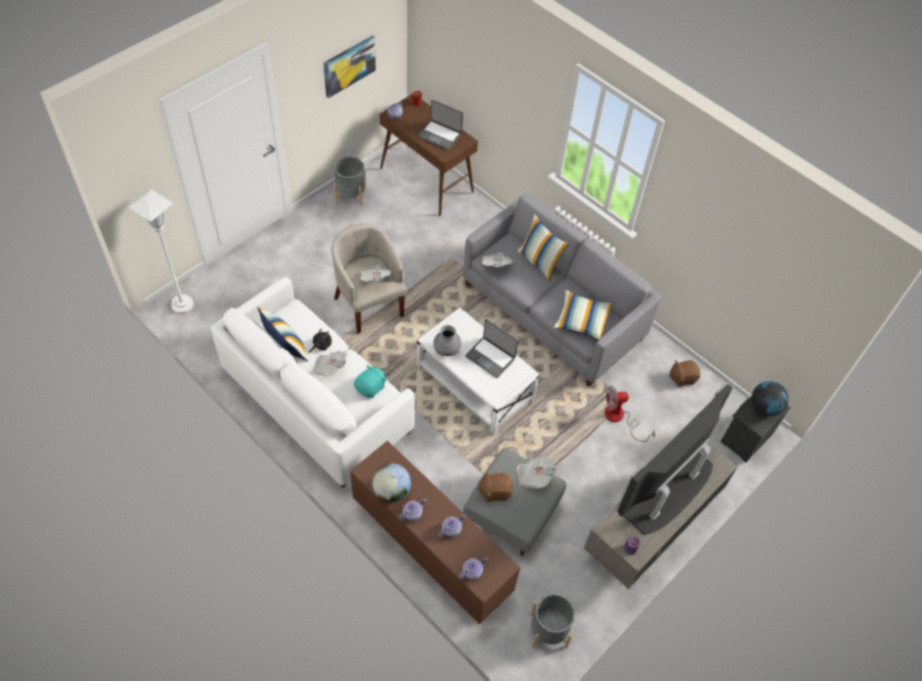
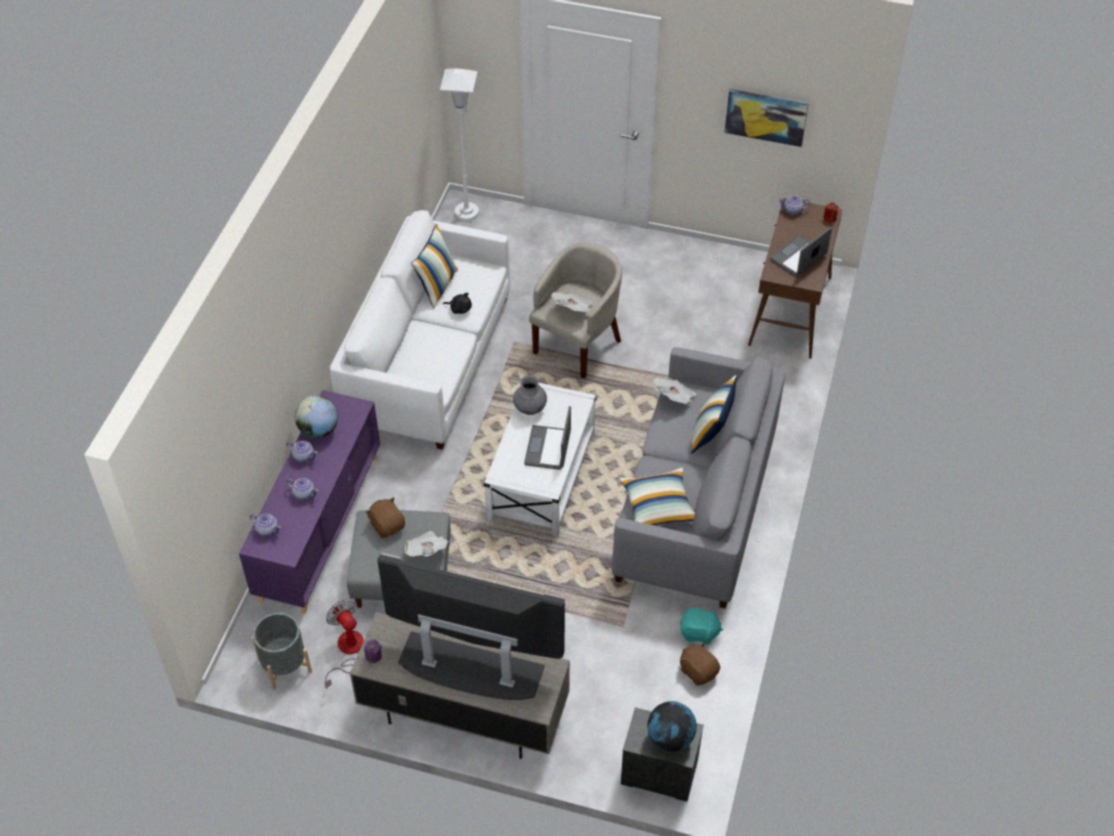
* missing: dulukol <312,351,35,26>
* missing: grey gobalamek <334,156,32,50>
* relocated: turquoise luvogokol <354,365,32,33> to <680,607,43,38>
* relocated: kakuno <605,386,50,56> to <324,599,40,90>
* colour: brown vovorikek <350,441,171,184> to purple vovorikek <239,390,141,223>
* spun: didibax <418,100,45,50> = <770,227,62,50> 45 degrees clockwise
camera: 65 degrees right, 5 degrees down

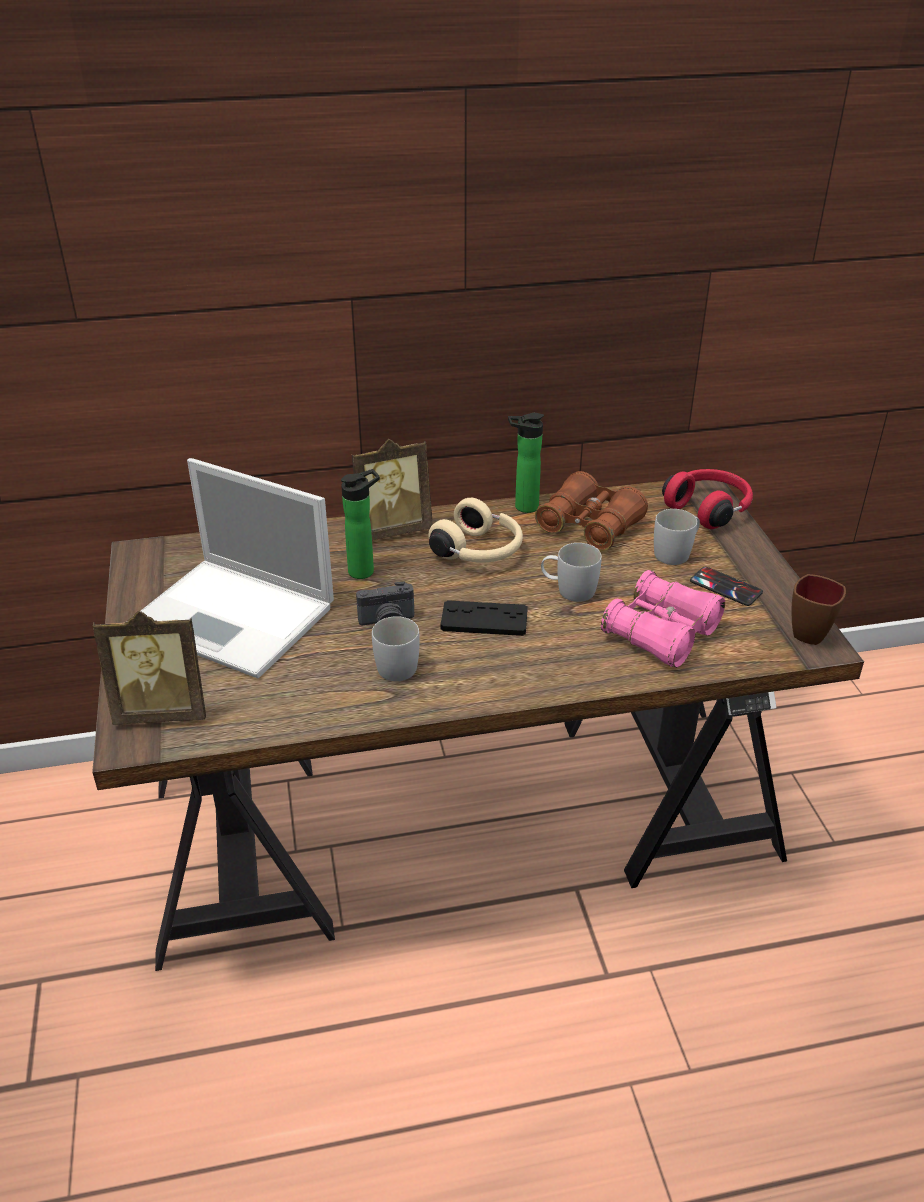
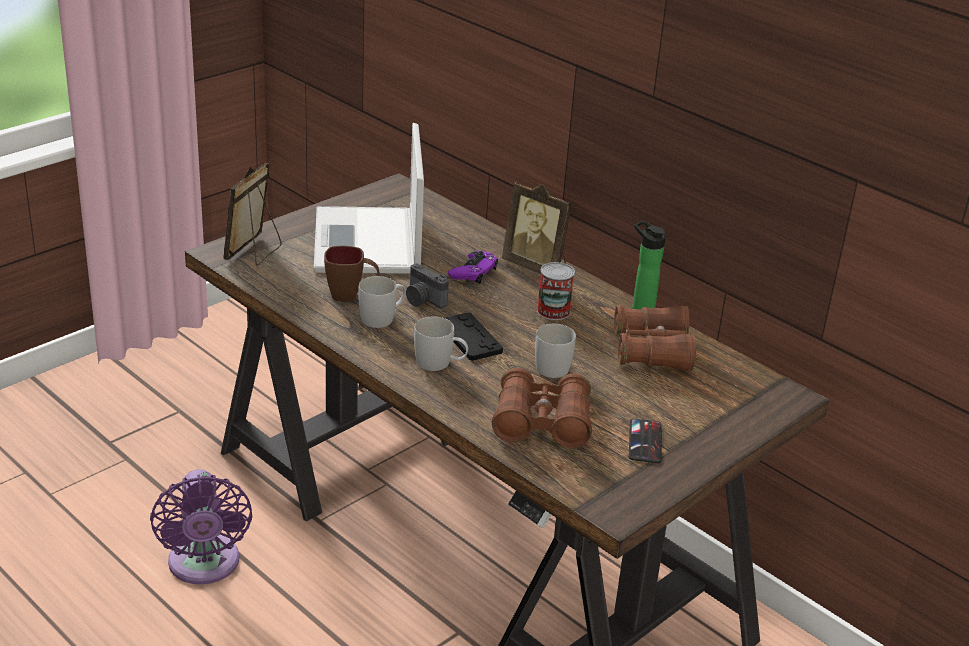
* missing: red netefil <662,469,91,60>
* appeared: purple kakuno <150,469,102,115>
* relocated: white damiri <654,509,46,56> to <414,316,54,55>
* relocated: brown damiri <792,574,54,71> to <324,246,55,56>
* exchanged: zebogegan <341,469,39,110> to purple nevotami <448,251,50,33>
* exchanged: beige netefil <428,498,95,64> to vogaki <537,262,38,58>
* colour: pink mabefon <601,570,124,98> to brown mabefon <492,368,100,80>
* spun: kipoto <93,611,113,114> = <223,163,59,103> 60 degrees clockwise
camera: 55 degrees right, 5 degrees down

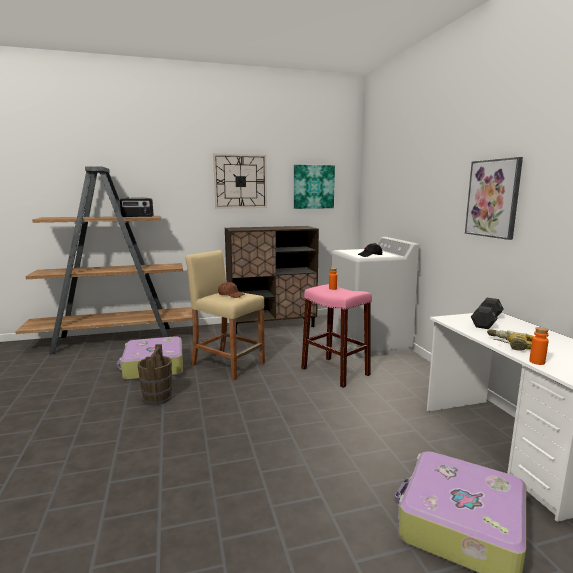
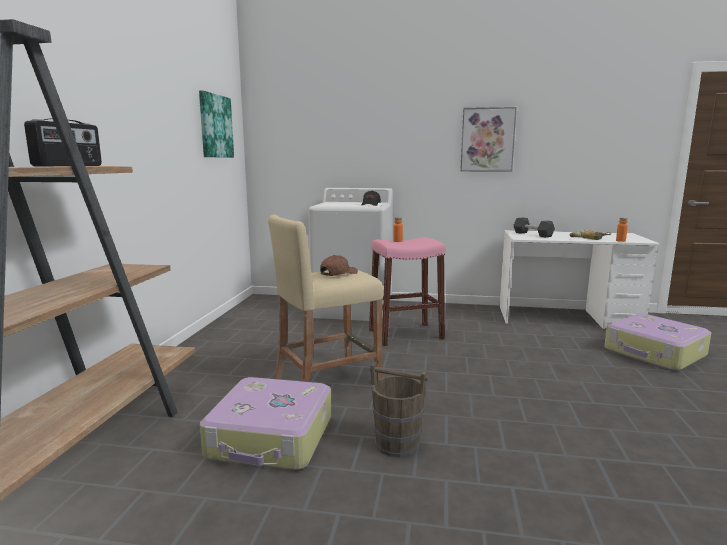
* missing: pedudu <213,154,54,55>
* missing: brown vovorikek <225,226,94,108>
camera: 65 degrees left, 0 degrees up

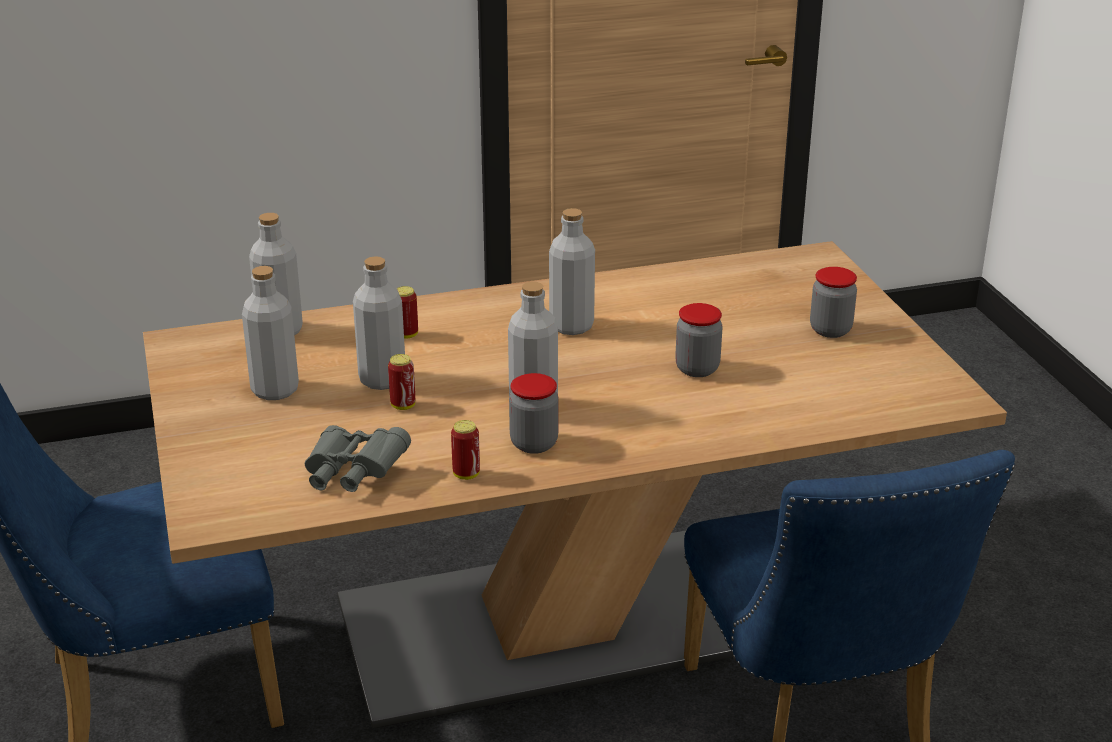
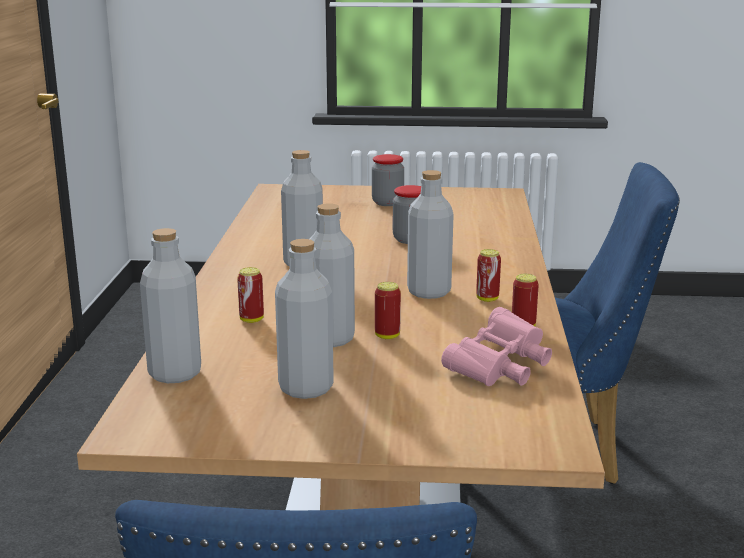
* exchanged: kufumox <509,373,50,81> to vogaki <476,249,25,53>
* colour: grey mabefon <304,425,107,67> to pink mabefon <441,307,111,79>
camera: 70 degrees left, 10 degrees down

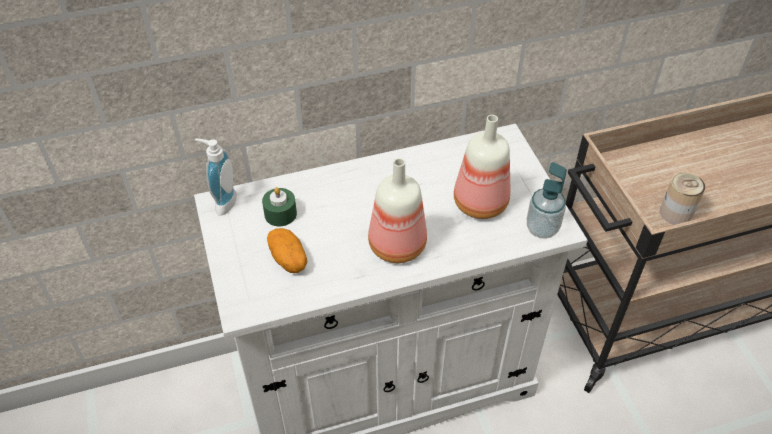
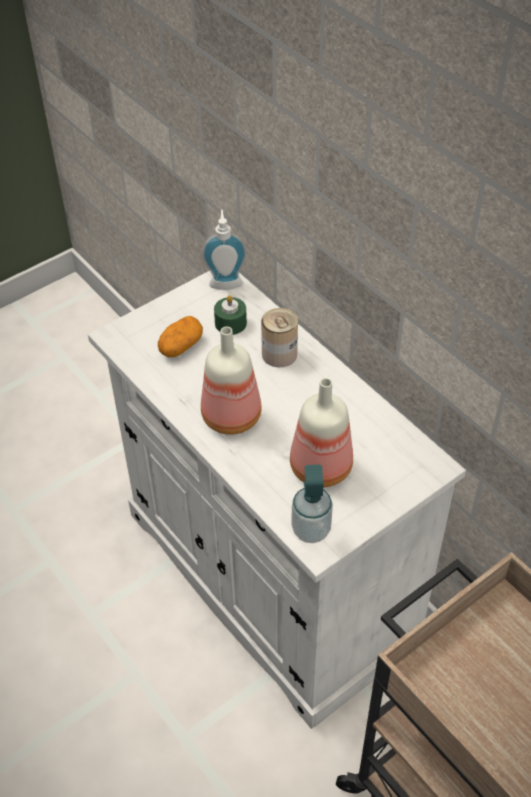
* relocated: vogaki <660,172,45,53> to <261,308,37,59>
camera: 70 degrees right, 0 degrees up

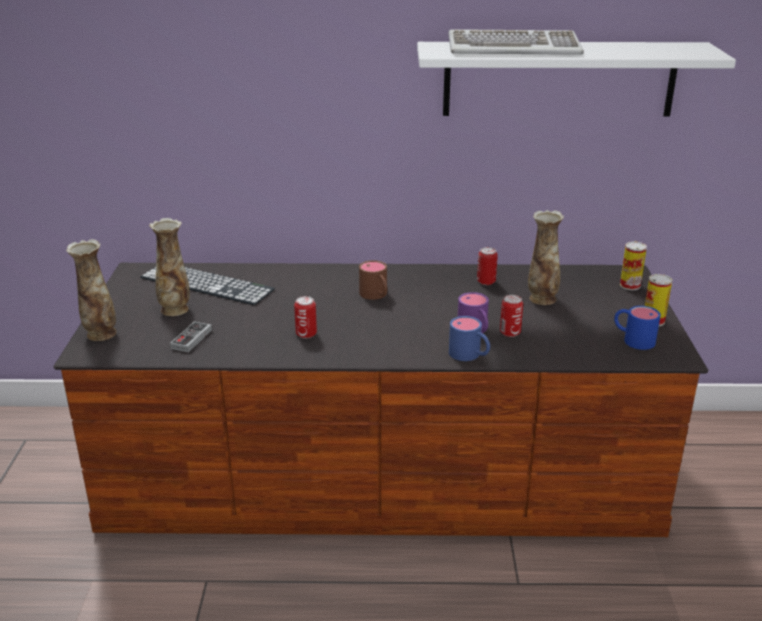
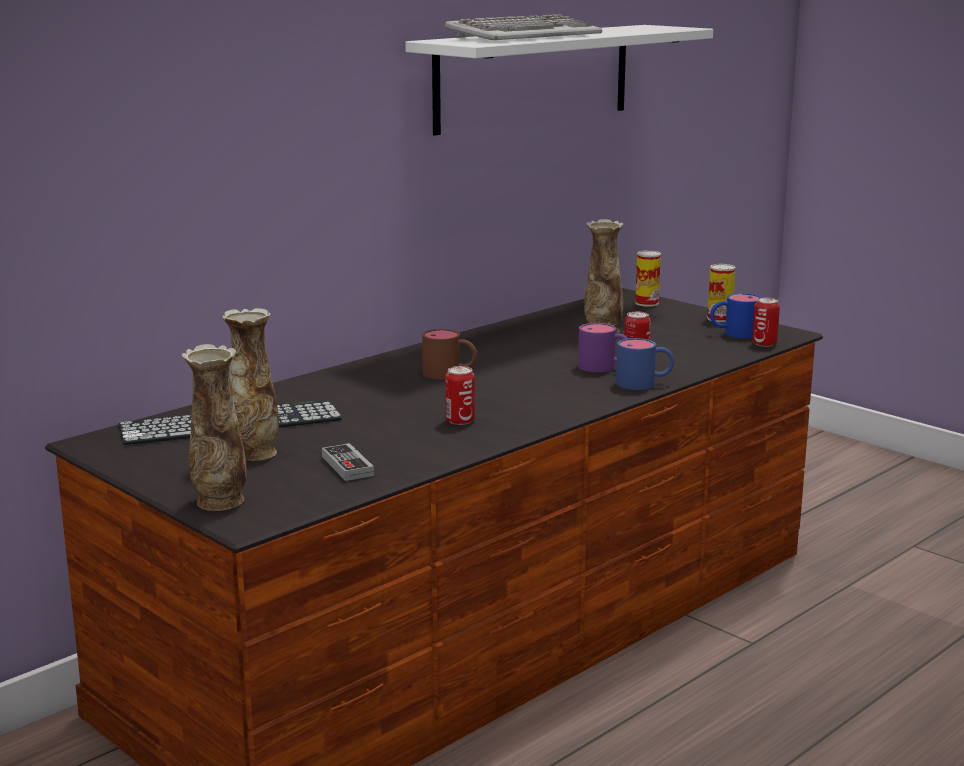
* relocated: vogaki <477,247,21,38> to <752,298,28,49>
camera: 45 degrees left, 10 degrees down

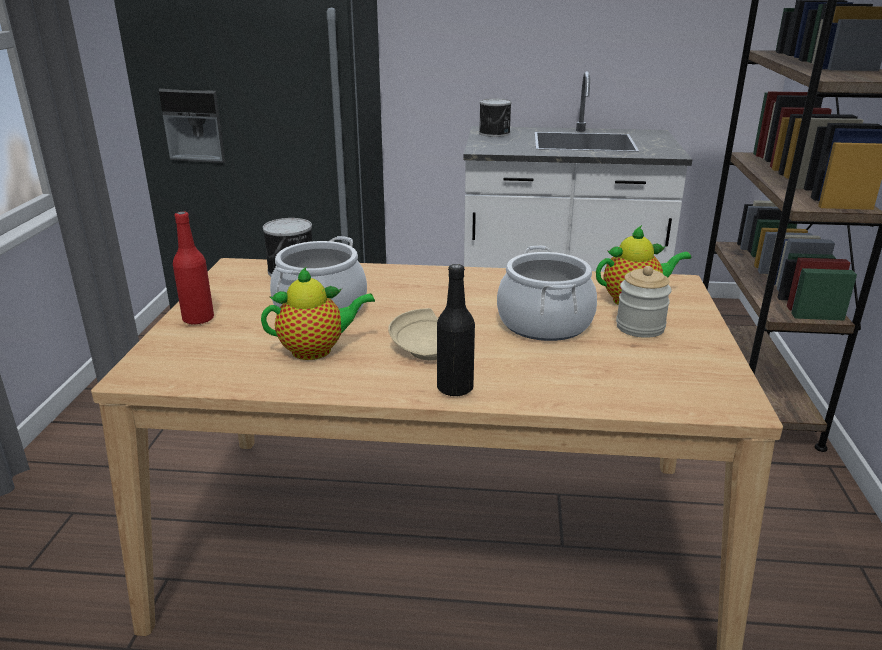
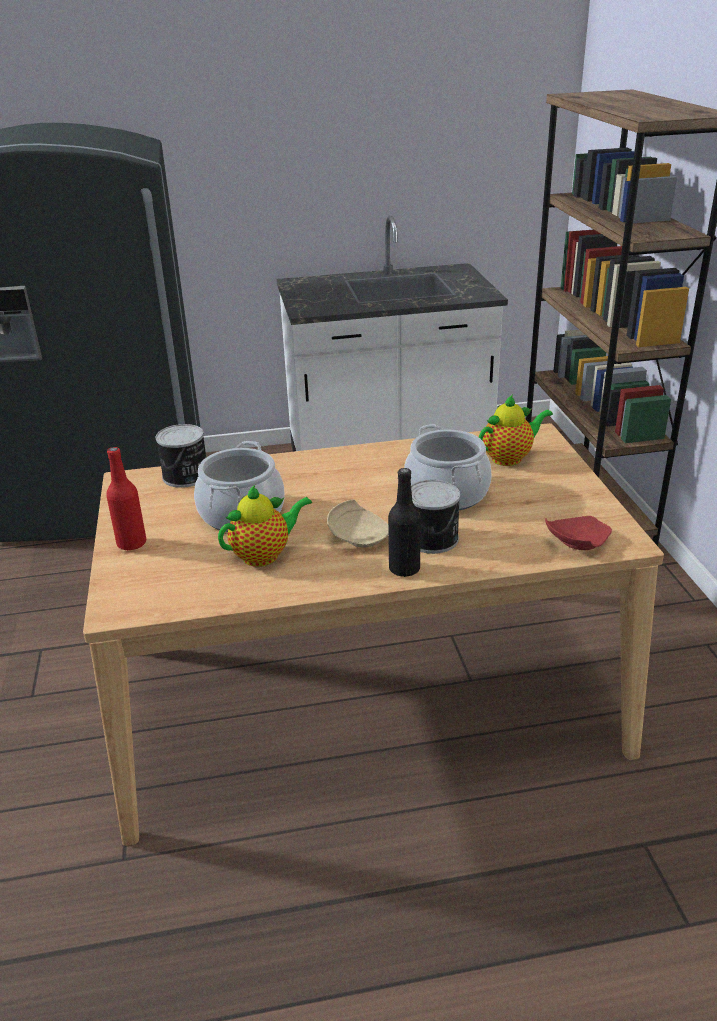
* missing: kufumox <616,266,56,72>
* appeared: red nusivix <545,516,67,34>
* relocated: vogaki <479,98,33,39> to <411,480,49,74>
camera: 15 degrees left, 5 degrees up

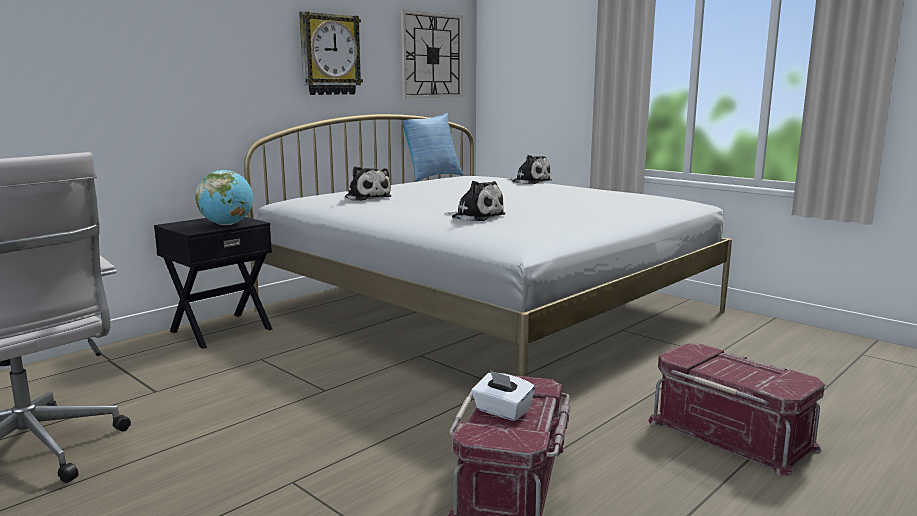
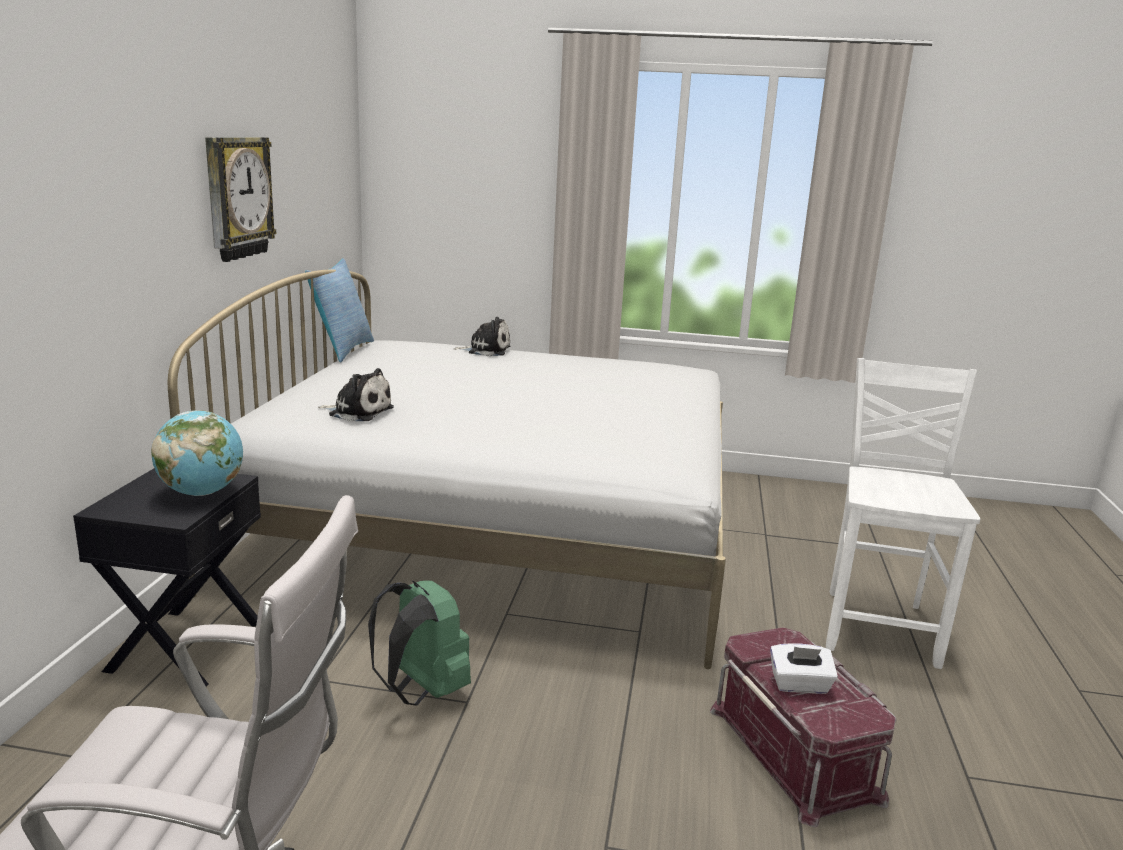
* missing: pedudu <401,10,62,88>
* missing: luvogokol <444,181,62,40>
* appeared: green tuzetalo <368,580,103,126>
* exchanged: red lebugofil <648,343,177,134> to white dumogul <826,358,154,311>
camera: 35 degrees left, 5 degrees up

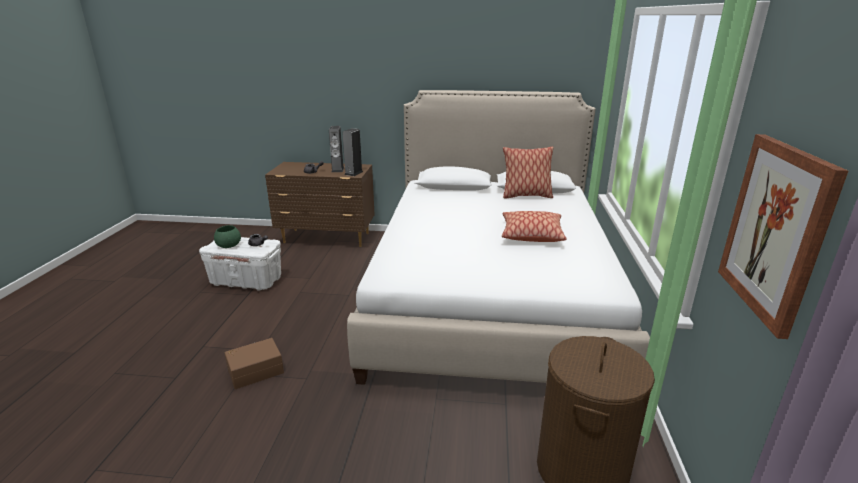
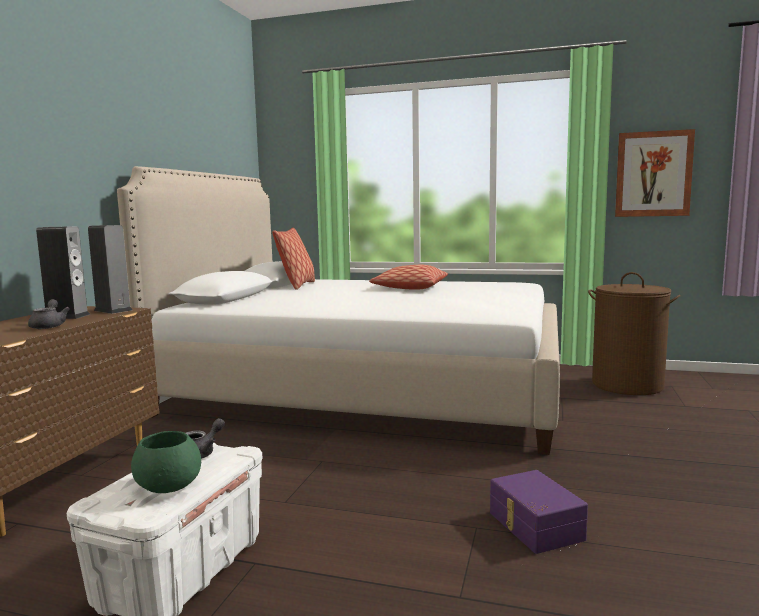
* colour: brown lebugofil <225,338,59,51> to purple lebugofil <490,470,98,84>
camera: 80 degrees left, 15 degrees down

